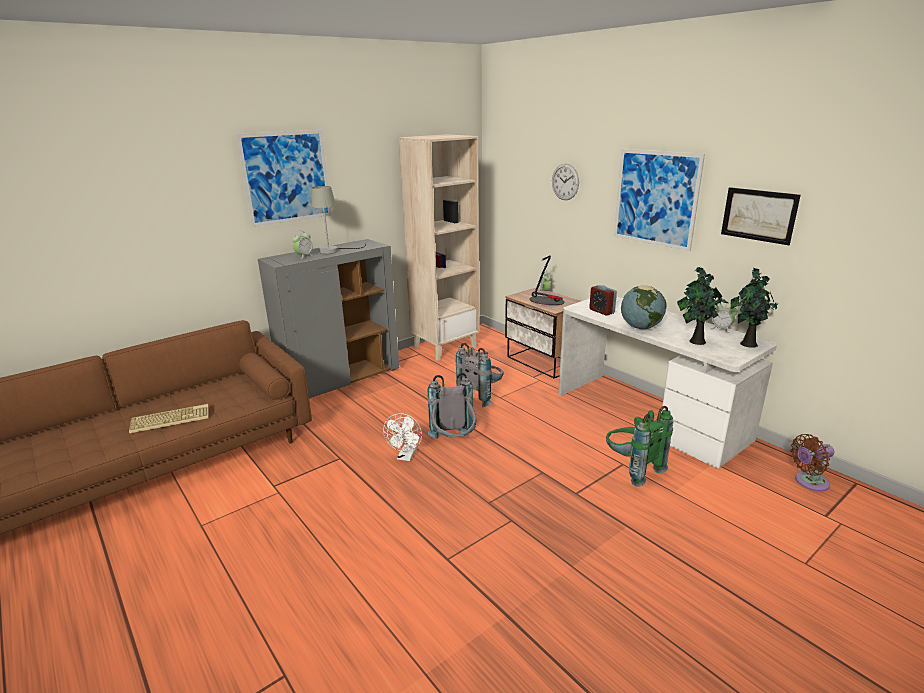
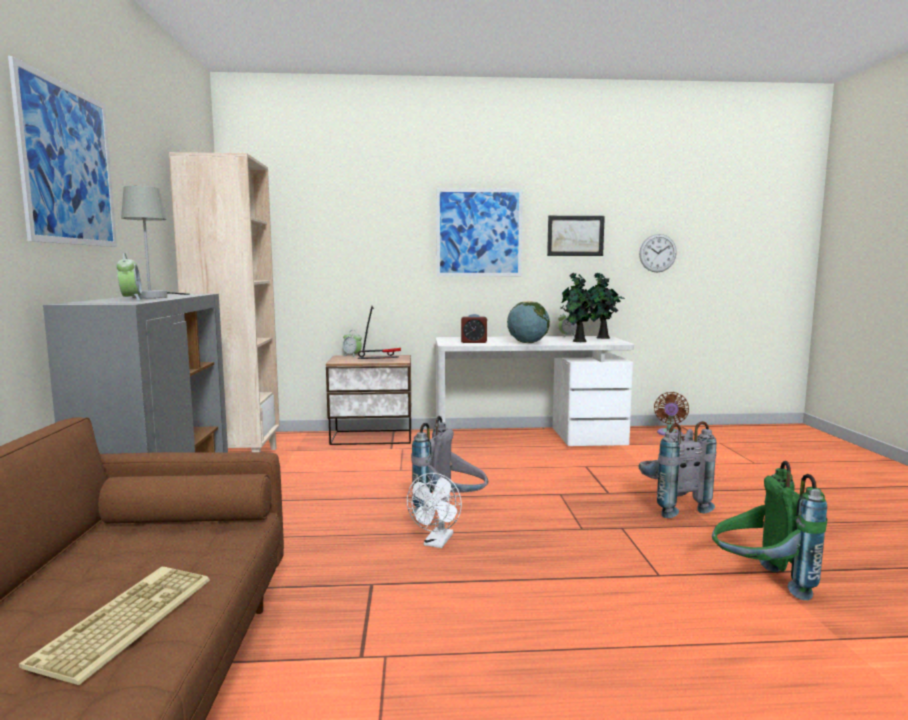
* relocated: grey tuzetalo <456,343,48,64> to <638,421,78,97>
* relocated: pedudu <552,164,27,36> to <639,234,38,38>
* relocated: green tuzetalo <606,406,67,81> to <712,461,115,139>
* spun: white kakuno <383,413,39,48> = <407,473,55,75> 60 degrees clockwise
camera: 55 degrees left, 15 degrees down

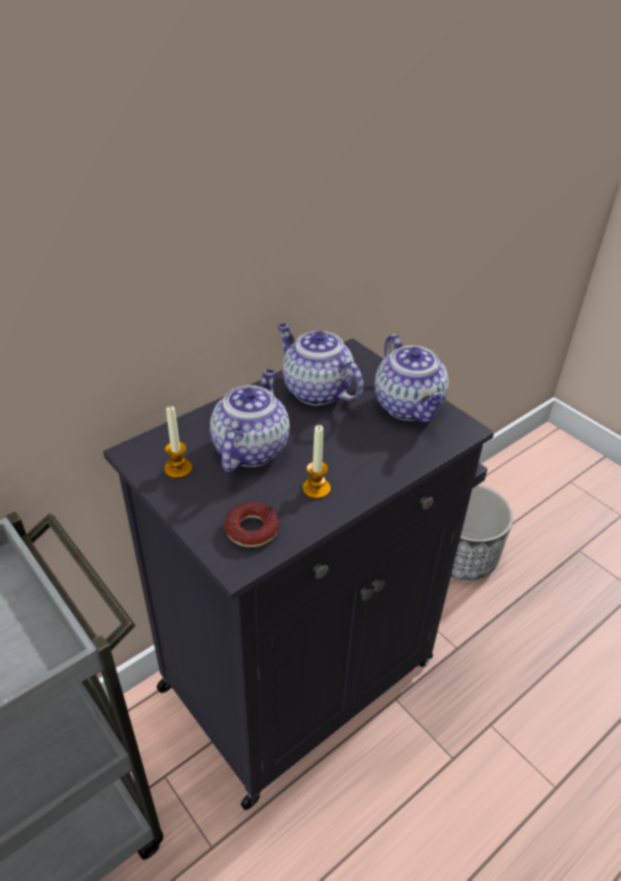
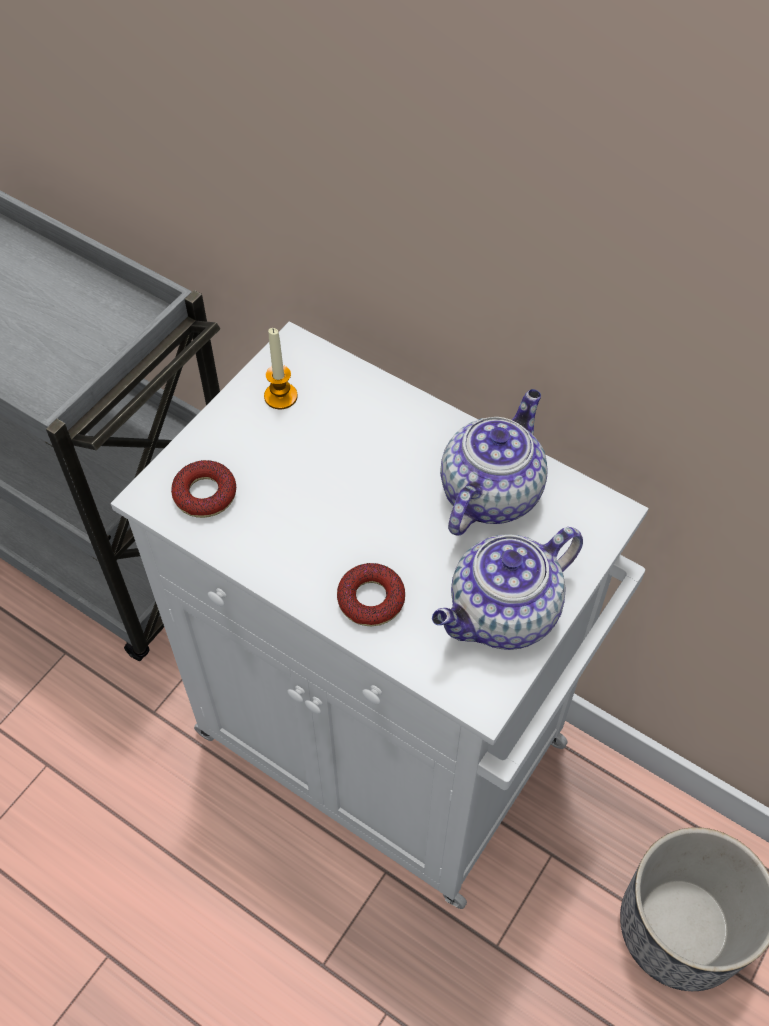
* missing: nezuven <210,369,80,103>
* missing: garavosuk <302,425,28,74>
* appeared: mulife <337,563,68,63>
* colour: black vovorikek <103,338,391,472> to white vovorikek <111,322,538,587>
camera: 75 degrees right, 15 degrees up

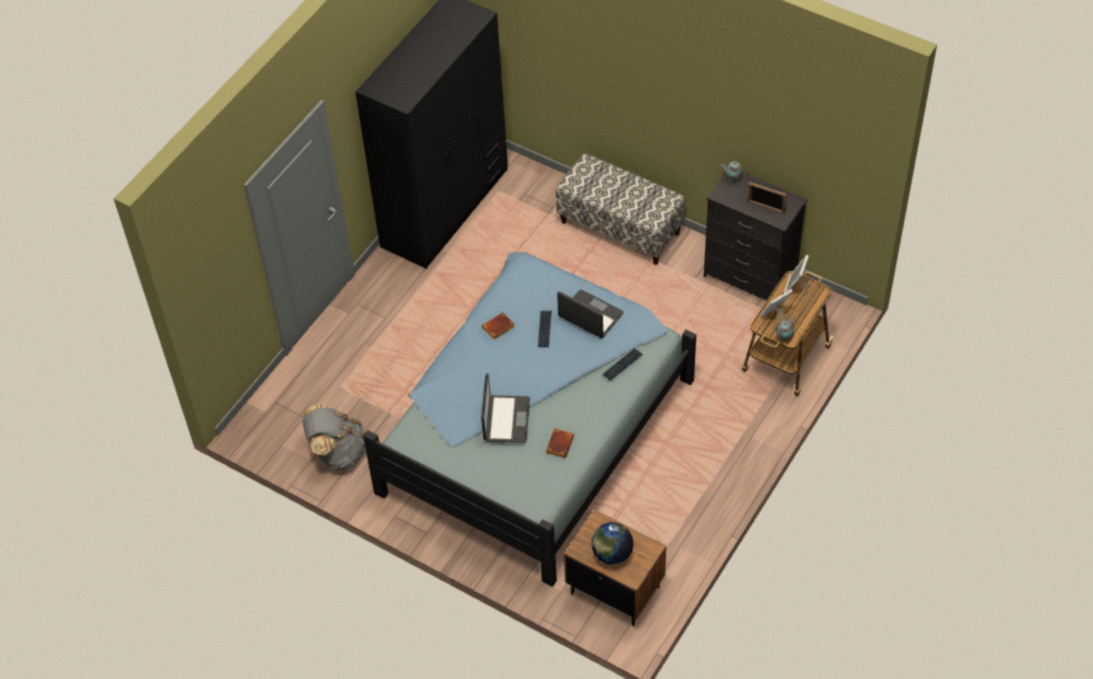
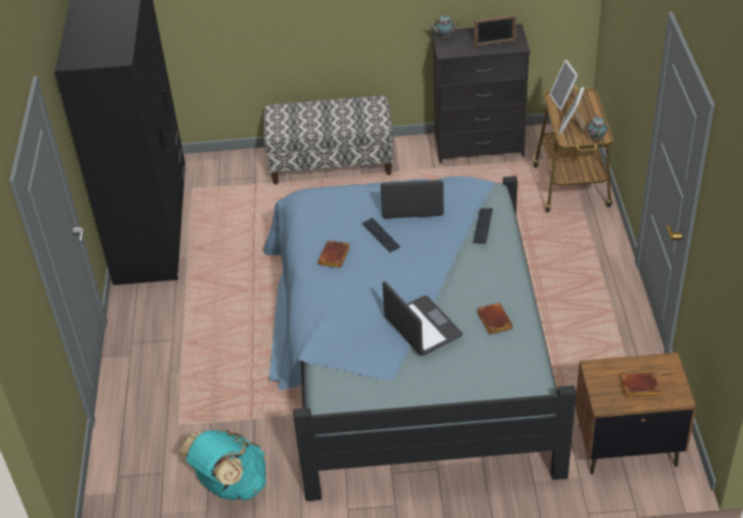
* exchanged: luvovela <591,522,42,43> to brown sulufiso <620,373,40,24>
* colour: grey tuzetalo <302,404,63,66> to turquoise tuzetalo <178,430,88,70>
camera: 35 degrees left, 10 degrees down

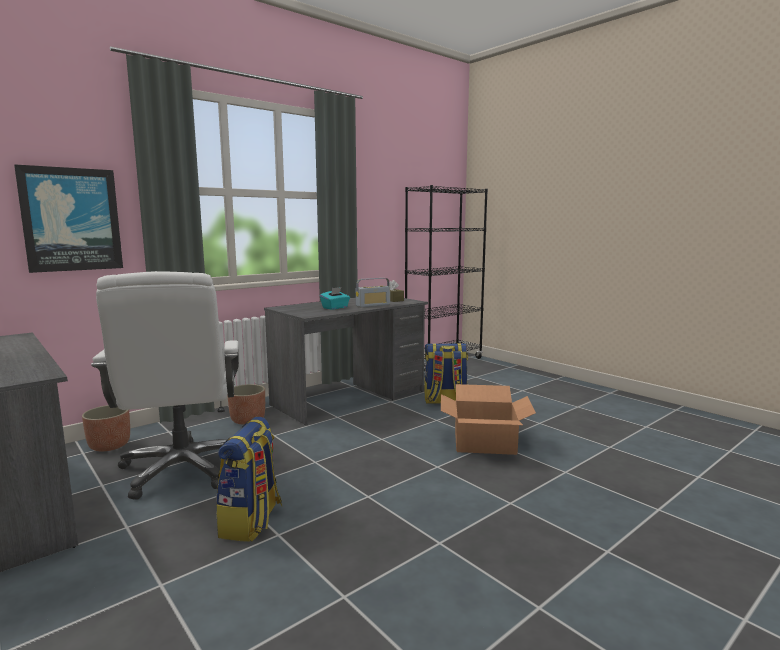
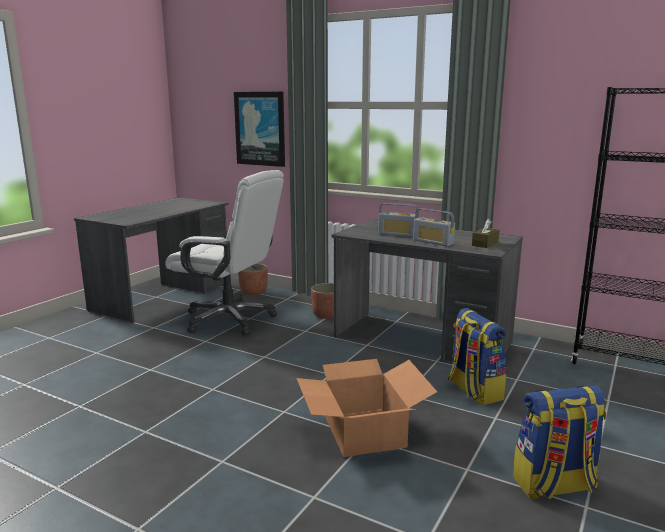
* relocated: tuzetalo <216,417,66,125> to <513,386,93,113>
* exchanged: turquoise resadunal <320,287,30,23> to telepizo <378,203,41,34>
* spun: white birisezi <91,271,148,229> = <165,170,119,165> 120 degrees counterclockwise
camera: 70 degrees right, 5 degrees up

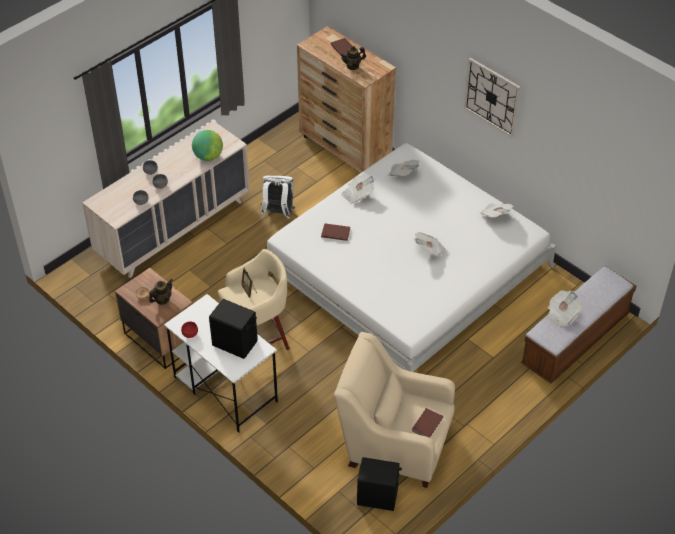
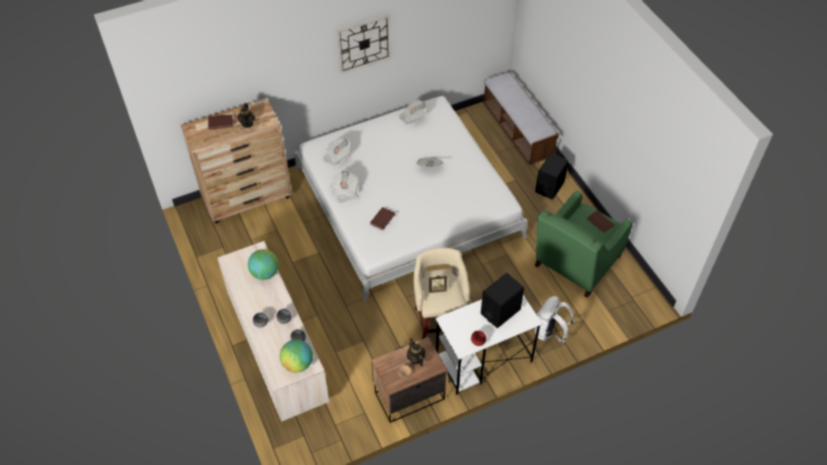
* missing: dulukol <546,290,36,37>
* appeared: luvovela <280,339,33,34>
* relocated: white tuzetalo <261,175,34,44> to <535,296,39,48>
* relocated: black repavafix <357,457,45,54> to <535,153,34,47>
* colour: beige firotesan <334,332,121,156> to green firotesan <535,191,98,107>
camera: 70 degrees left, 5 degrees up

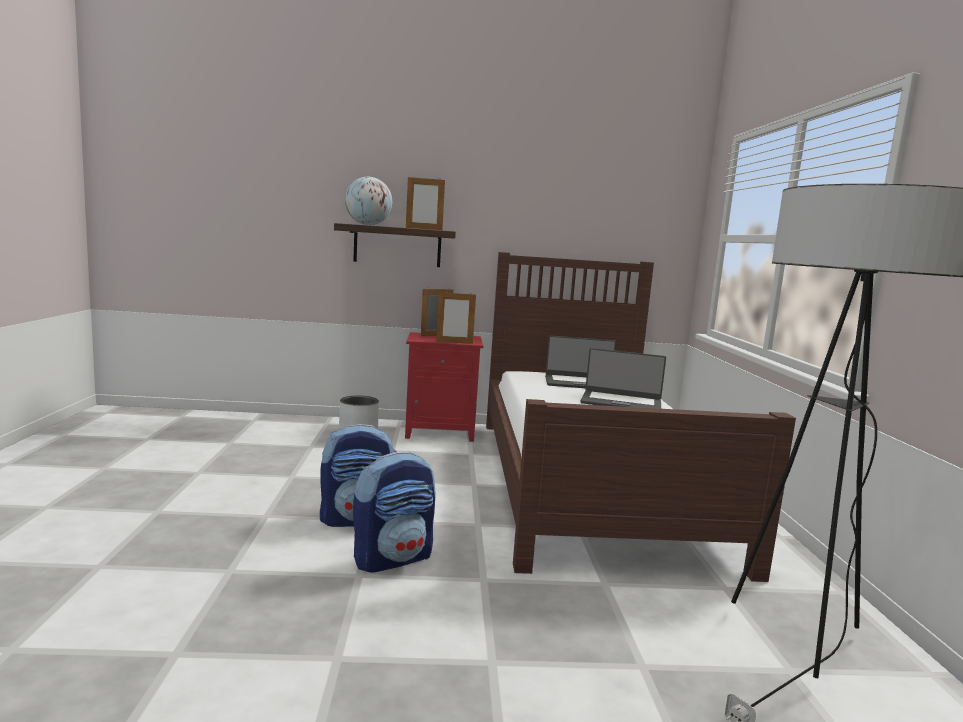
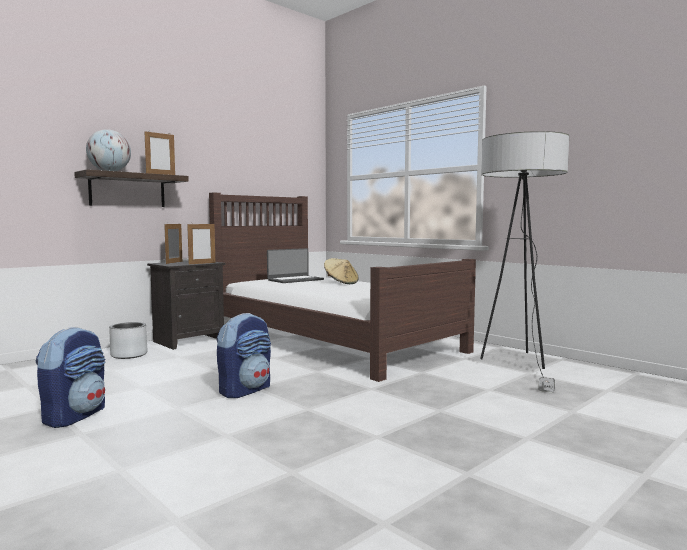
* relocated: tuzetalo <353,452,83,121> to <35,327,70,101>
* exchanged: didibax <580,348,86,61> to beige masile <324,258,34,26>
* colour: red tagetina <405,332,78,110> to black tagetina <147,261,79,89>
camera: 40 degrees left, 5 degrees down

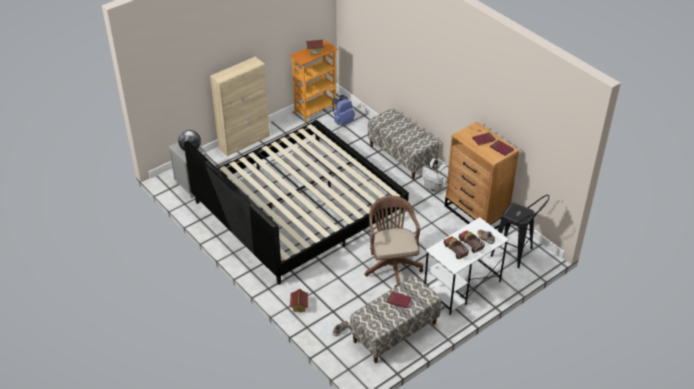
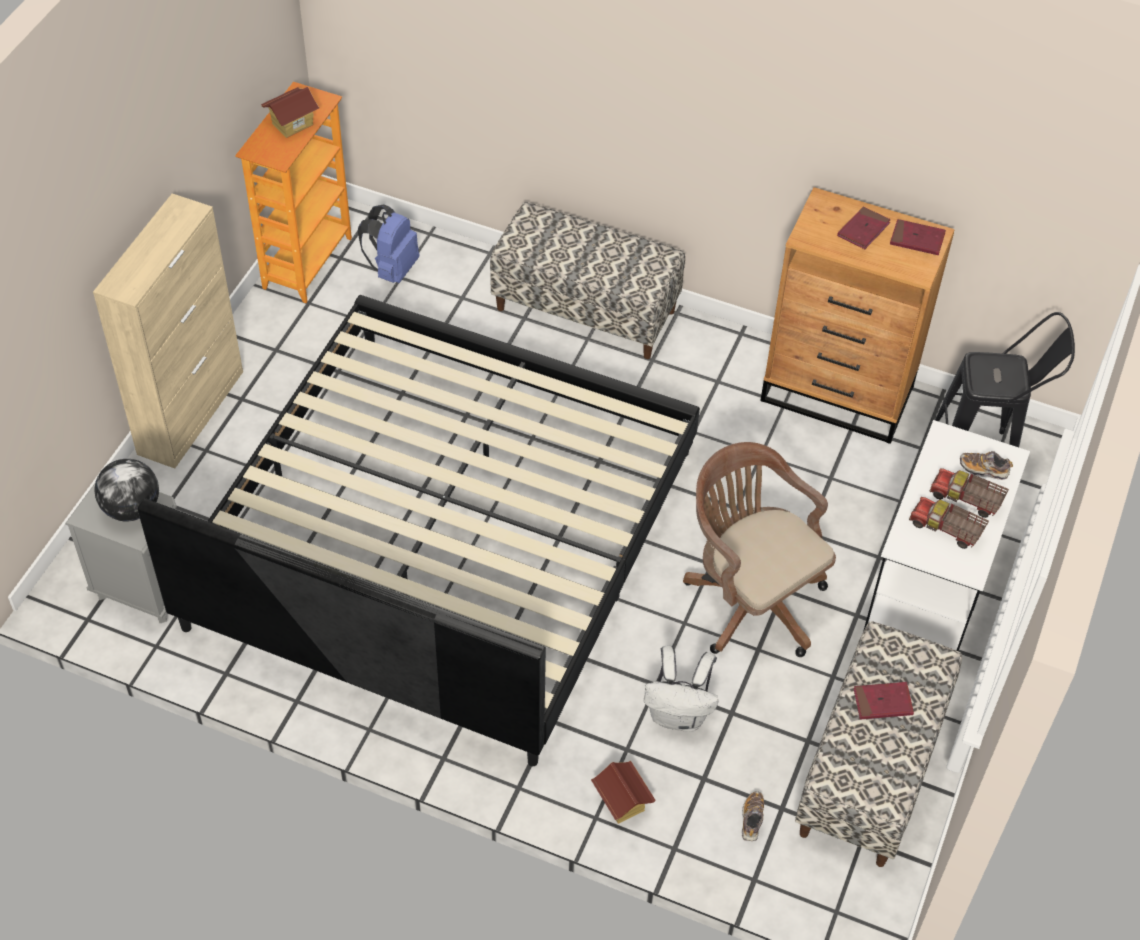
* relocated: white tuzetalo <421,158,28,35> to <644,645,75,87>
camera: 30 degrees left, 10 degrees up

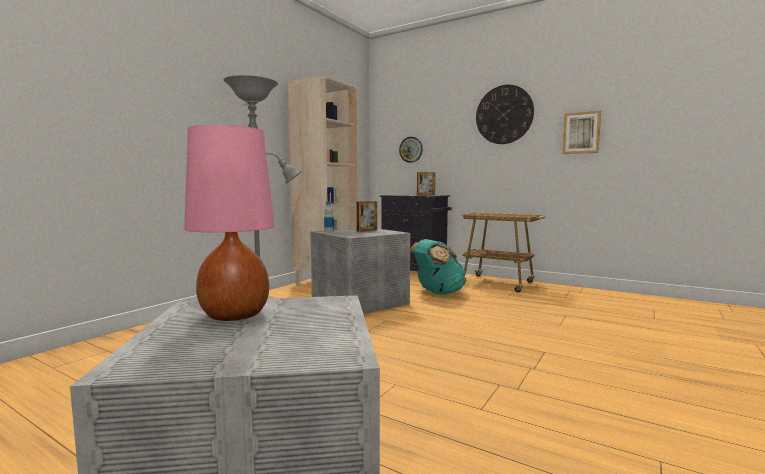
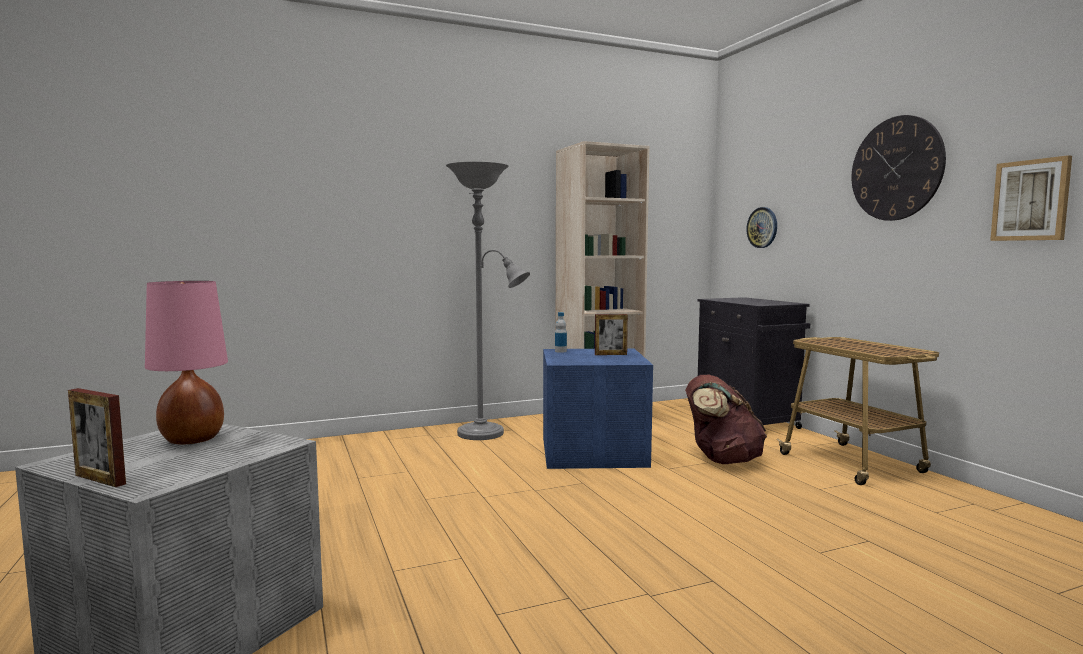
* relocated: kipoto <417,172,18,24> to <68,388,58,99>
* colour: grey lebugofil <311,228,99,86> to blue lebugofil <543,349,110,120>
* colour: turquoise tuzetalo <410,239,56,56> to brown tuzetalo <685,375,82,89>
camera: 35 degrees right, 0 degrees up

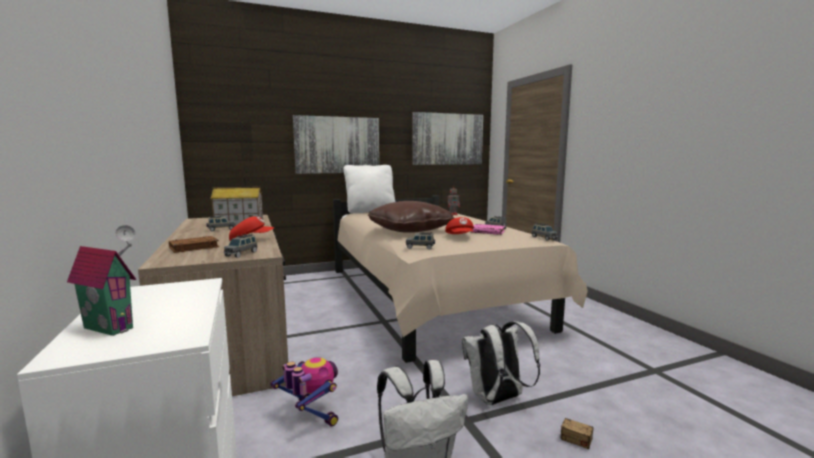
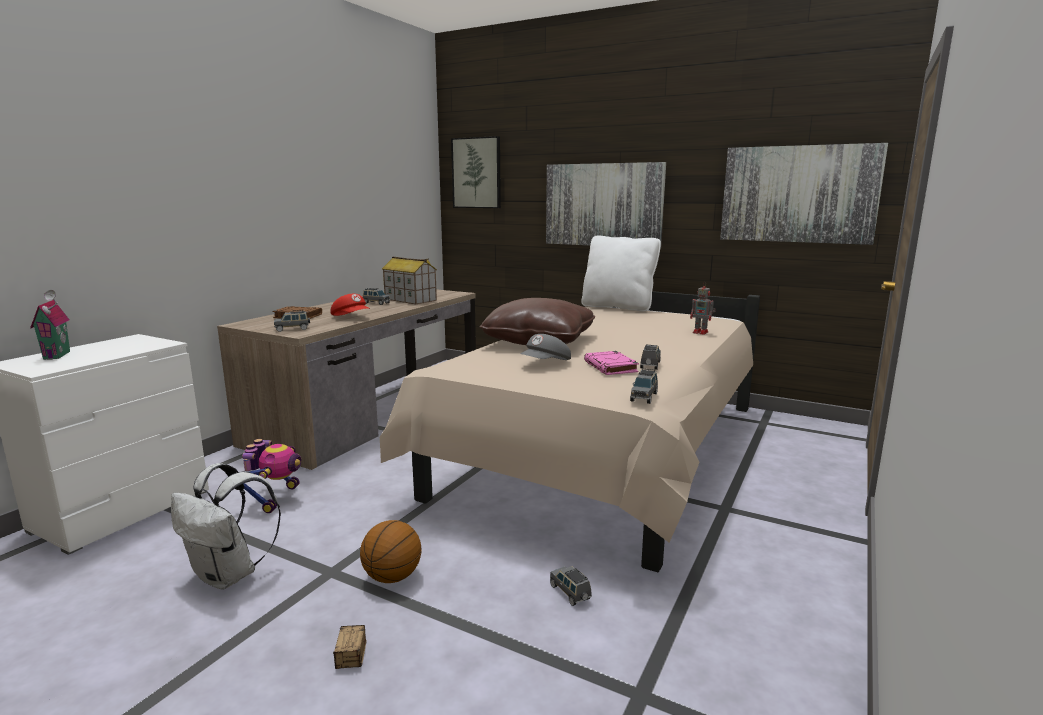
* appeared: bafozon <451,136,50,72>
* relocated: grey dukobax <406,232,29,18> to <550,566,41,40>
* exchanged: white tuzetalo <462,321,78,84> to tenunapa <360,520,61,63>
* colour: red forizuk <445,217,29,17> to grey forizuk <520,334,51,26>
camera: 50 degrees right, 5 degrees up

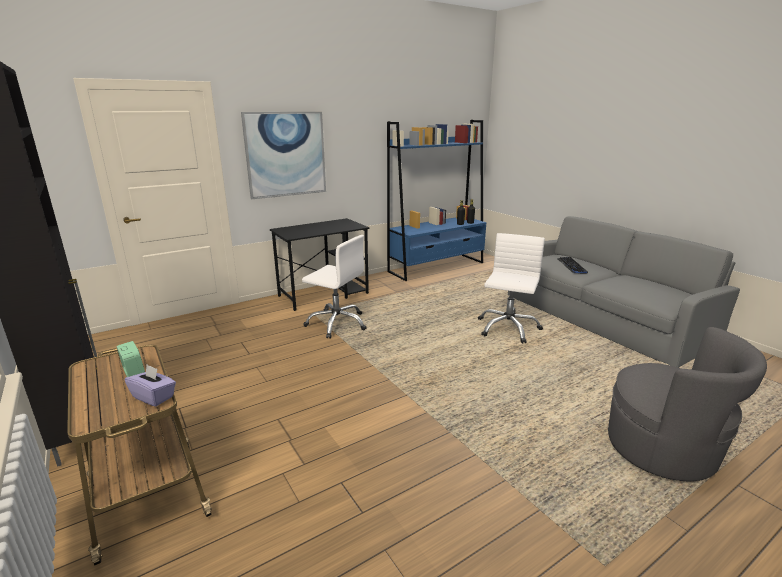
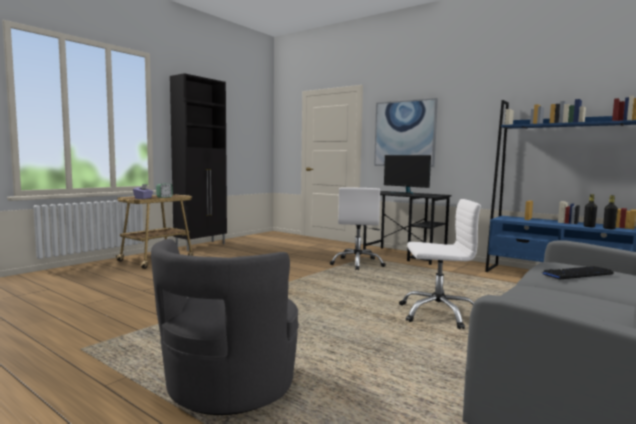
* appeared: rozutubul <384,155,47,40>
camera: 70 degrees right, 15 degrees down

